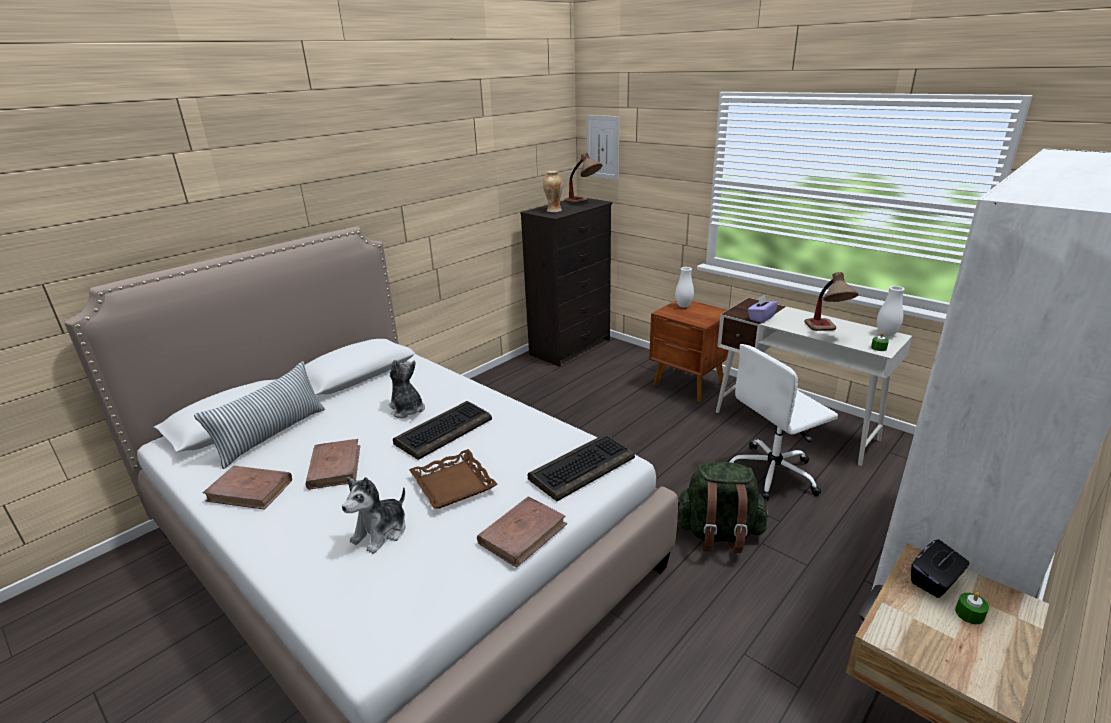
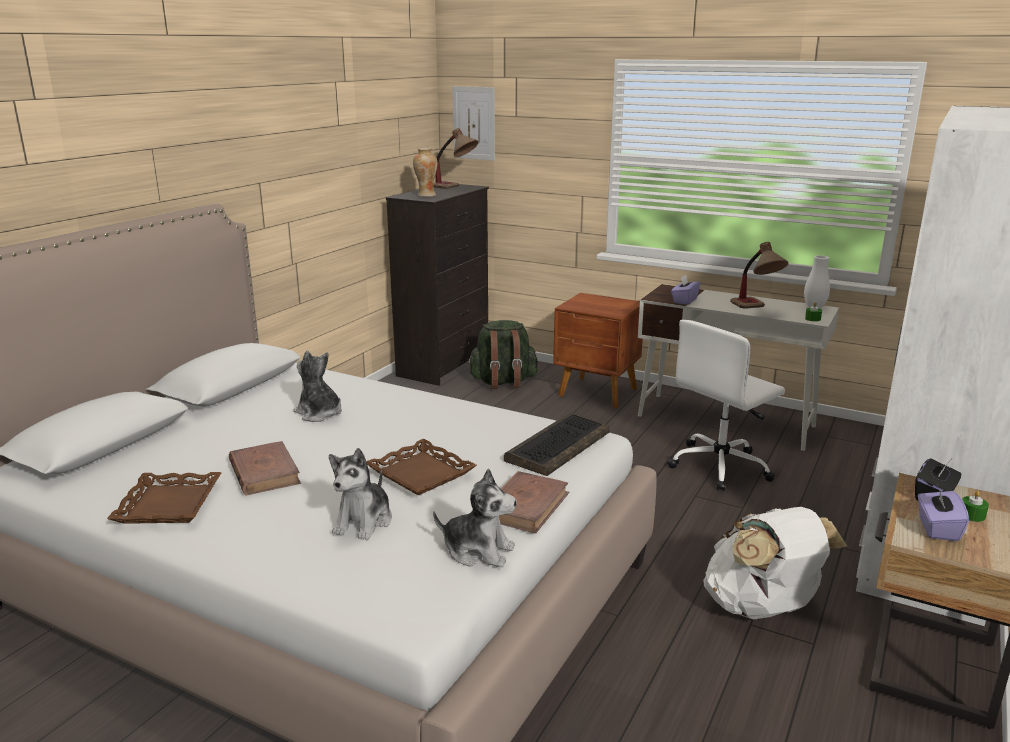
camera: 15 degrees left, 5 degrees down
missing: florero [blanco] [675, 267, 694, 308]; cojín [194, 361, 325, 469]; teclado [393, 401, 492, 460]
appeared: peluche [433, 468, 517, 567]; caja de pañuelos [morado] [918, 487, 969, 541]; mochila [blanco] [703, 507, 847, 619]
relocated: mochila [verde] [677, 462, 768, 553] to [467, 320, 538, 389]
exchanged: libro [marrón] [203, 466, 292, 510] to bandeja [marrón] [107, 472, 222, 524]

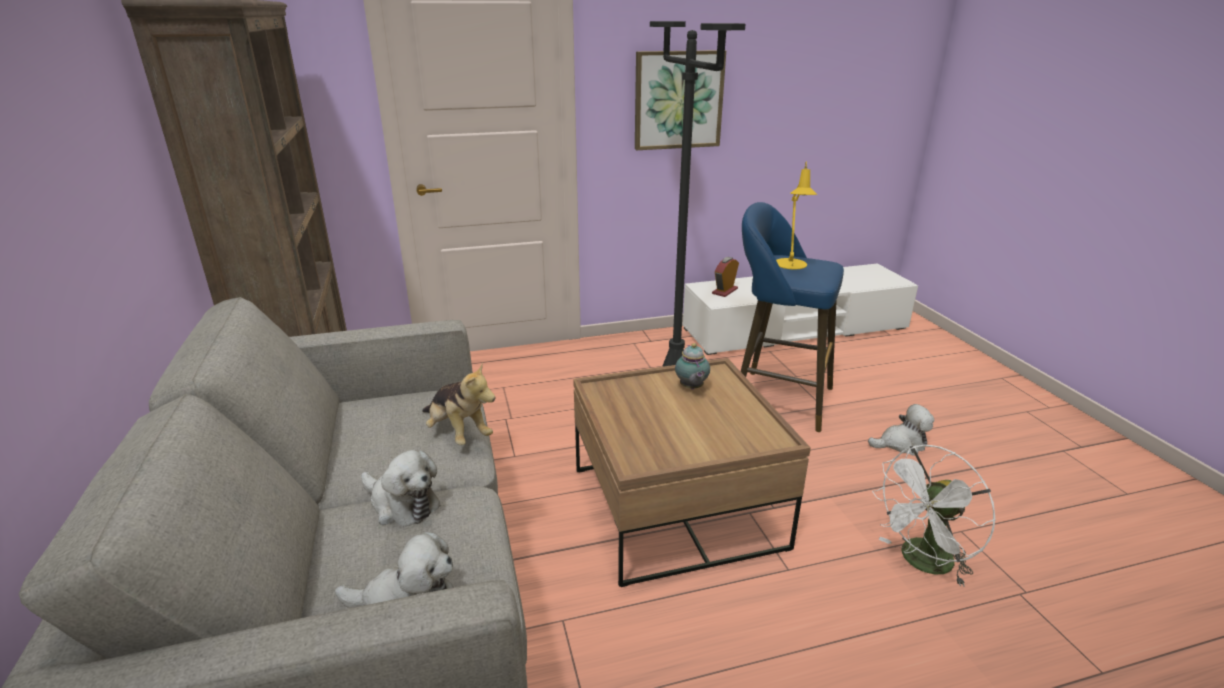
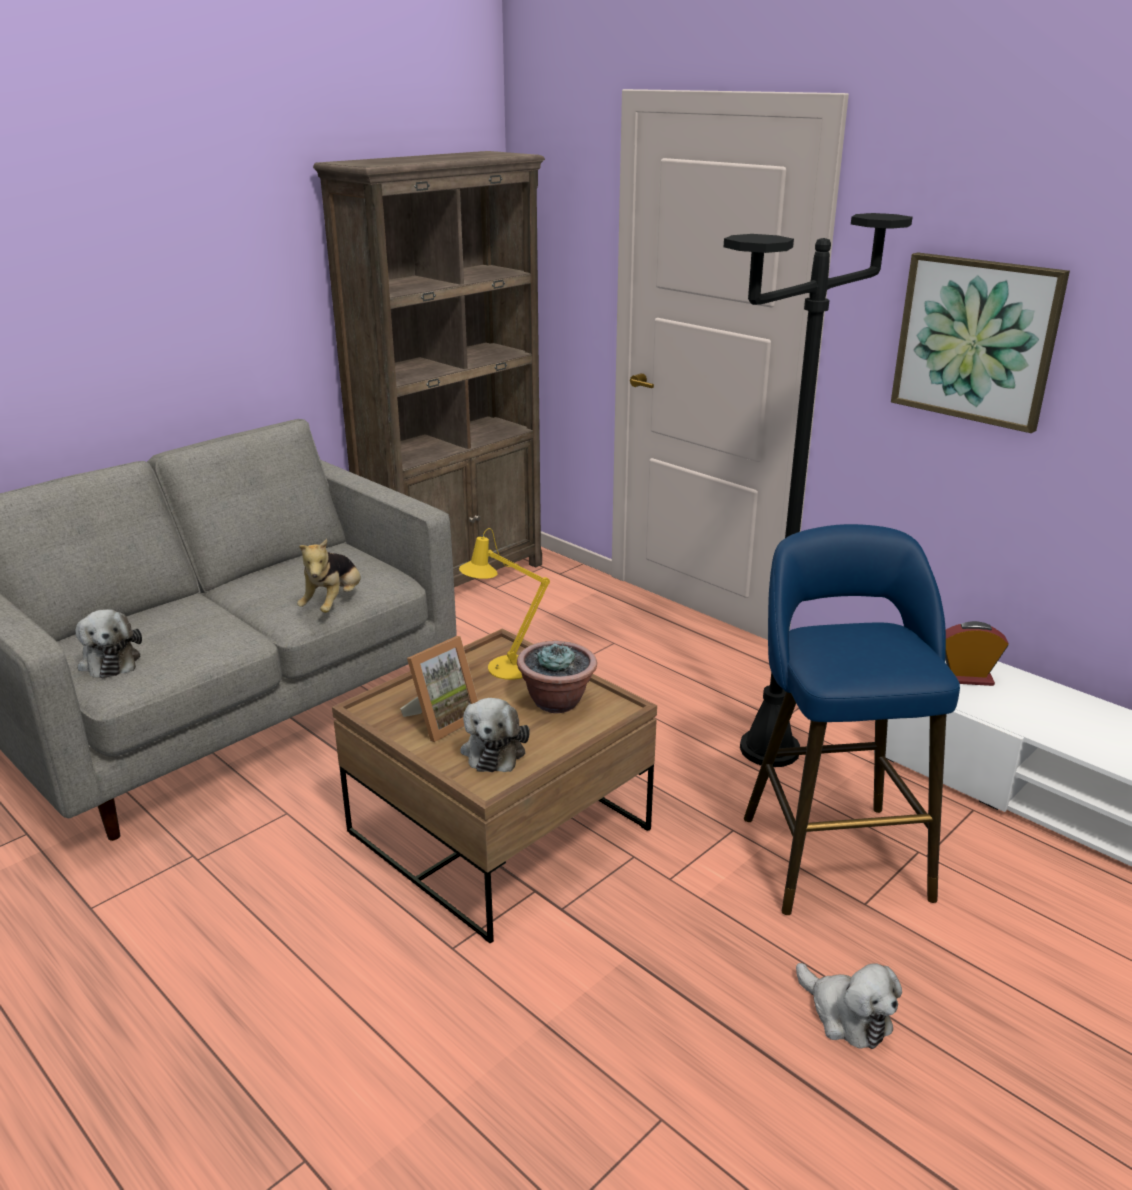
camera: 60 degrees right, 0 degrees up
missing: ventilador [blanco] [872, 444, 996, 587]
appeared: portarretratos [400, 636, 478, 742]
relocated: lámpara de mesa [amarillo] [776, 161, 817, 269] to [459, 528, 550, 680]; peluche [361, 450, 441, 526] to [460, 698, 530, 772]
exchanged: tetera [675, 343, 710, 390] to planta en maceta [517, 641, 597, 713]

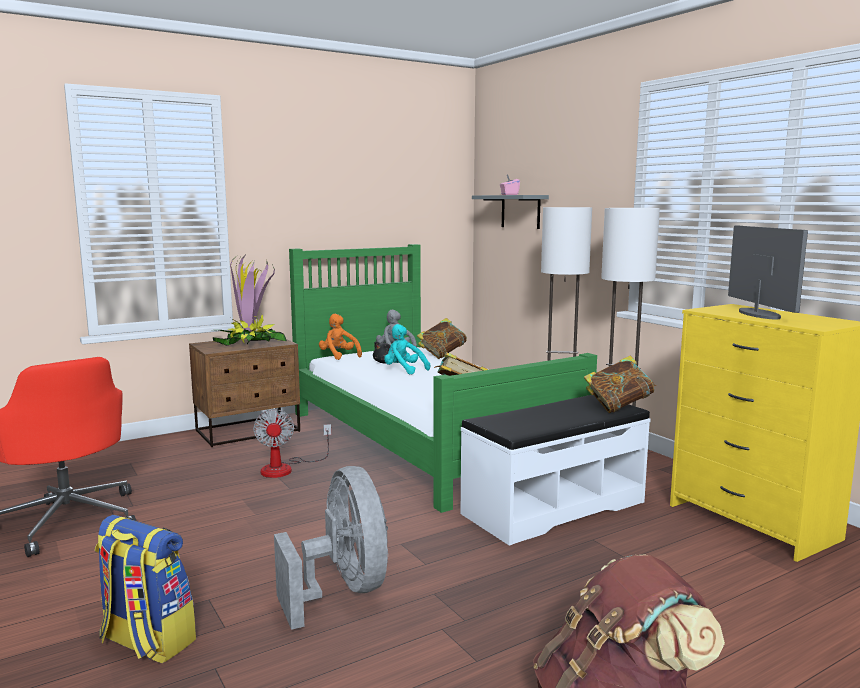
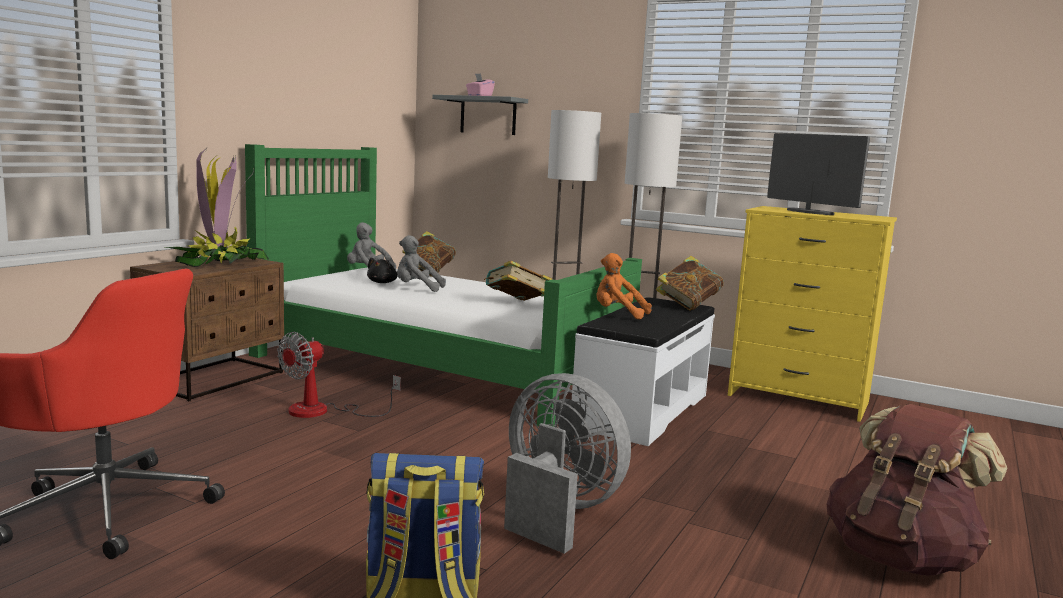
camera: 30 degrees left, 0 degrees up
relocated: peluche [naranja] [319, 314, 362, 360] to [596, 253, 652, 319]
colour: peluche [turquesa] [384, 324, 430, 374] to peluche [gris] [397, 235, 446, 292]
spun: ventilador [253, 409, 331, 478] = [277, 332, 401, 418] 75 degrees clockwise

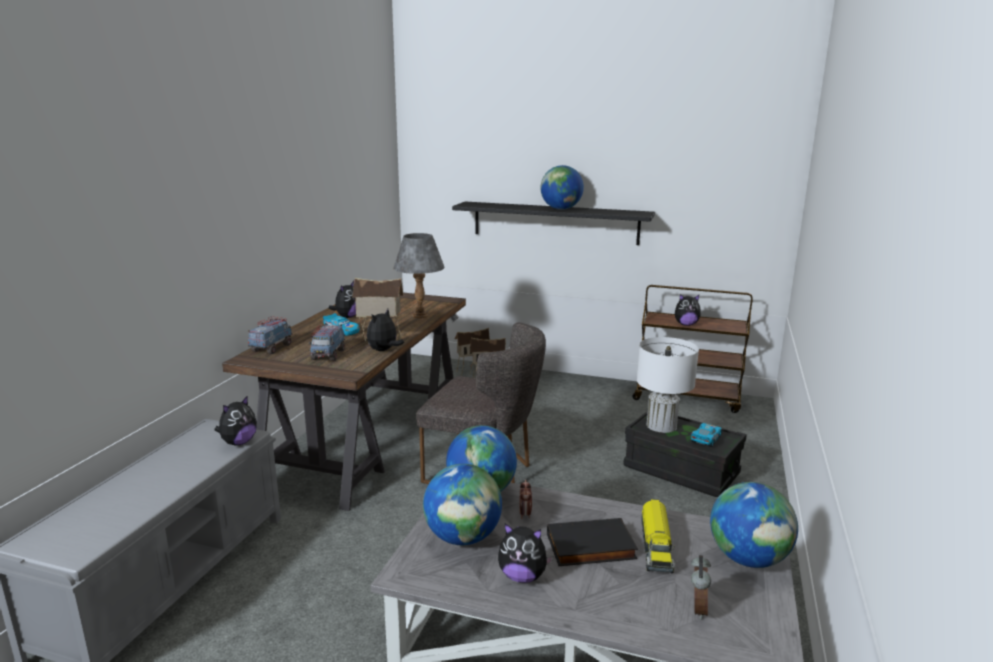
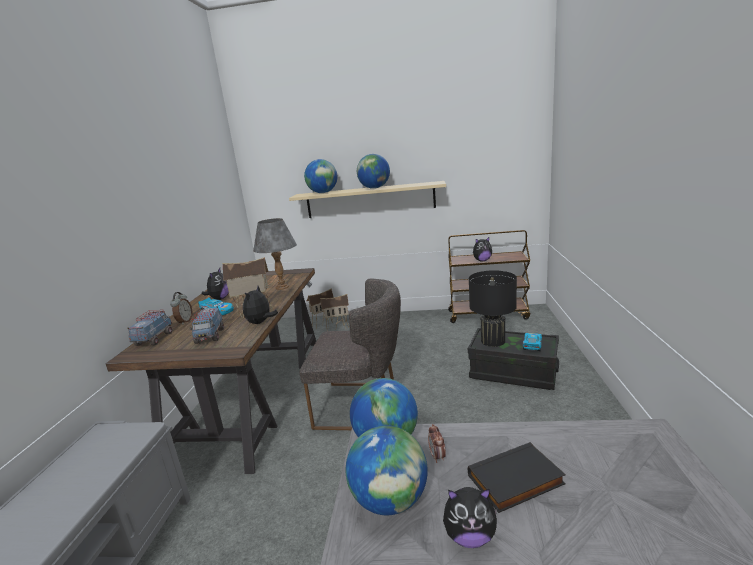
camera: 10 degrees left, 0 degrees up
missing: peluche [215, 395, 257, 446]; camión de juguete [641, 499, 675, 573]
relocated: globo terráqueo [710, 482, 798, 568] to [304, 159, 337, 193]; despertador [691, 555, 711, 620] to [170, 292, 193, 325]
colour: estante [negro] [452, 202, 655, 245] to estante [beis] [289, 181, 446, 218]; lámpara de mesa [blanco] [637, 337, 699, 433] to lámpara de mesa [negro] [469, 270, 517, 347]

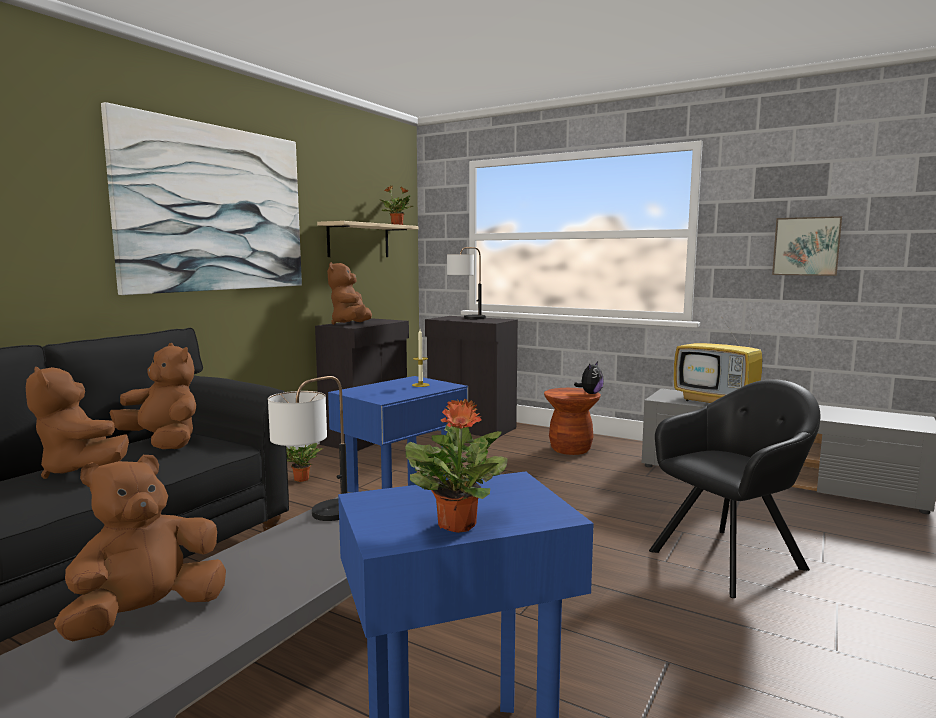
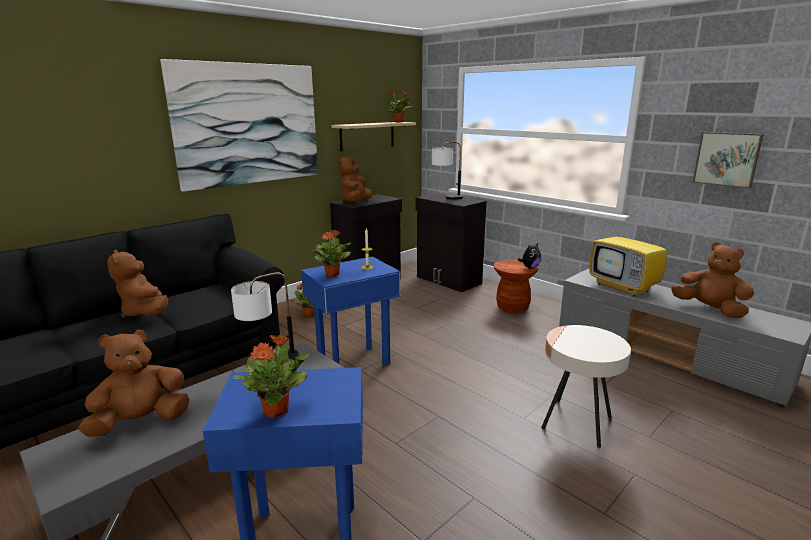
camera: 15 degrees right, 10 degrees up
appeared: planta en maceta [312, 230, 351, 277]
relocated: peluche [marrón] [110, 343, 196, 449] to [671, 242, 754, 318]
exchanged: sillón [negro] [649, 379, 821, 598] to mesa auxiliar [beis] [541, 325, 631, 448]

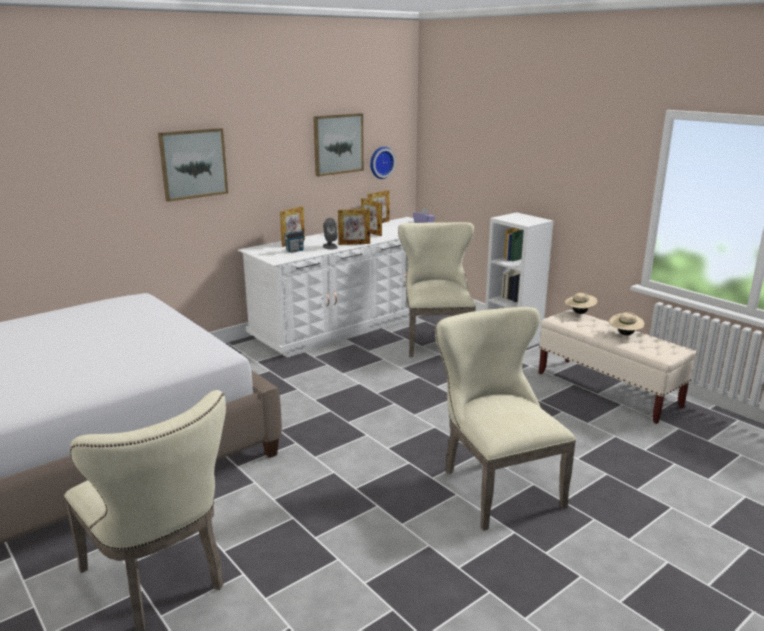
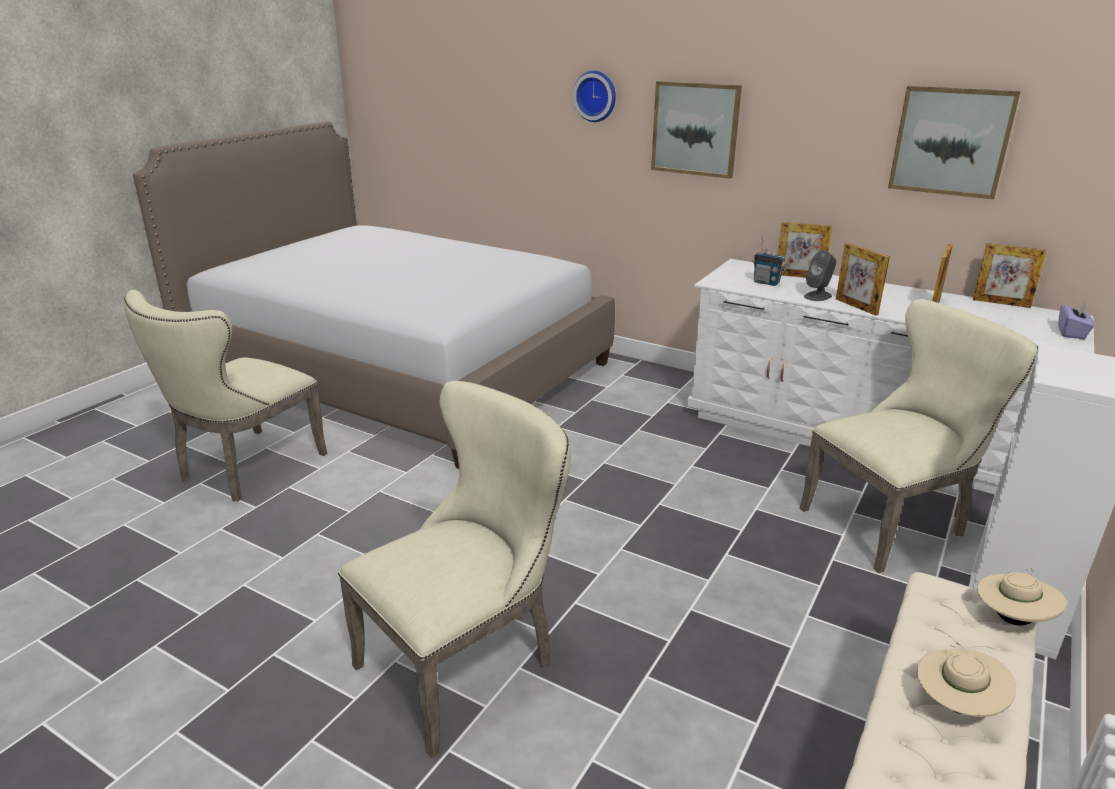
camera: 70 degrees right, 5 degrees up
relocated: reloj de pared [370, 147, 396, 179] to [573, 71, 616, 122]

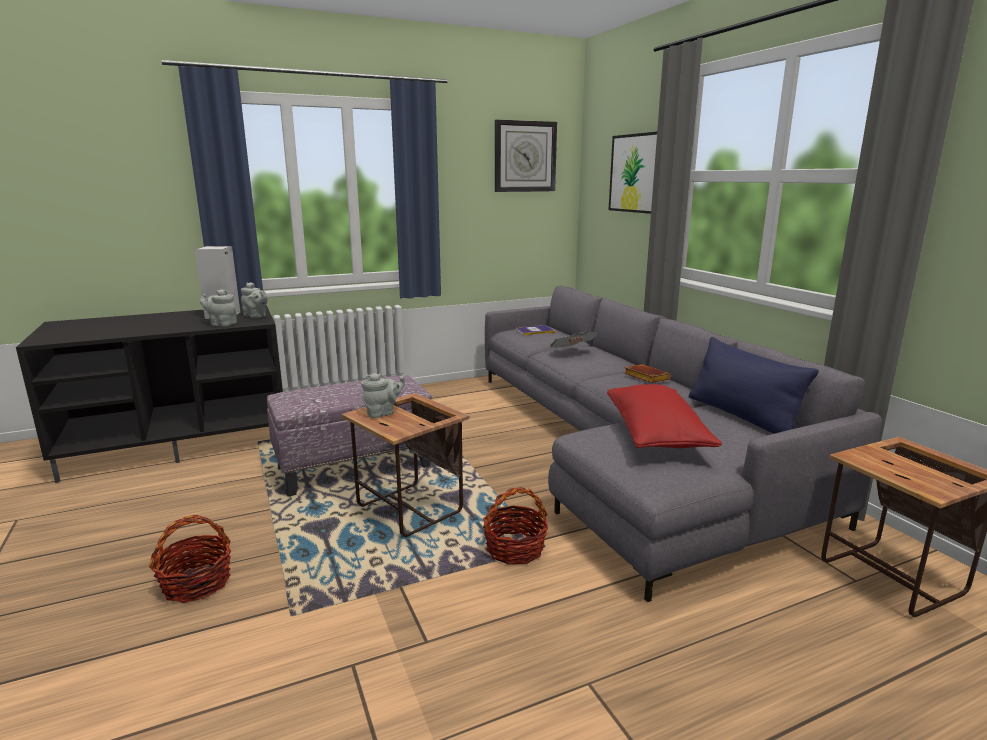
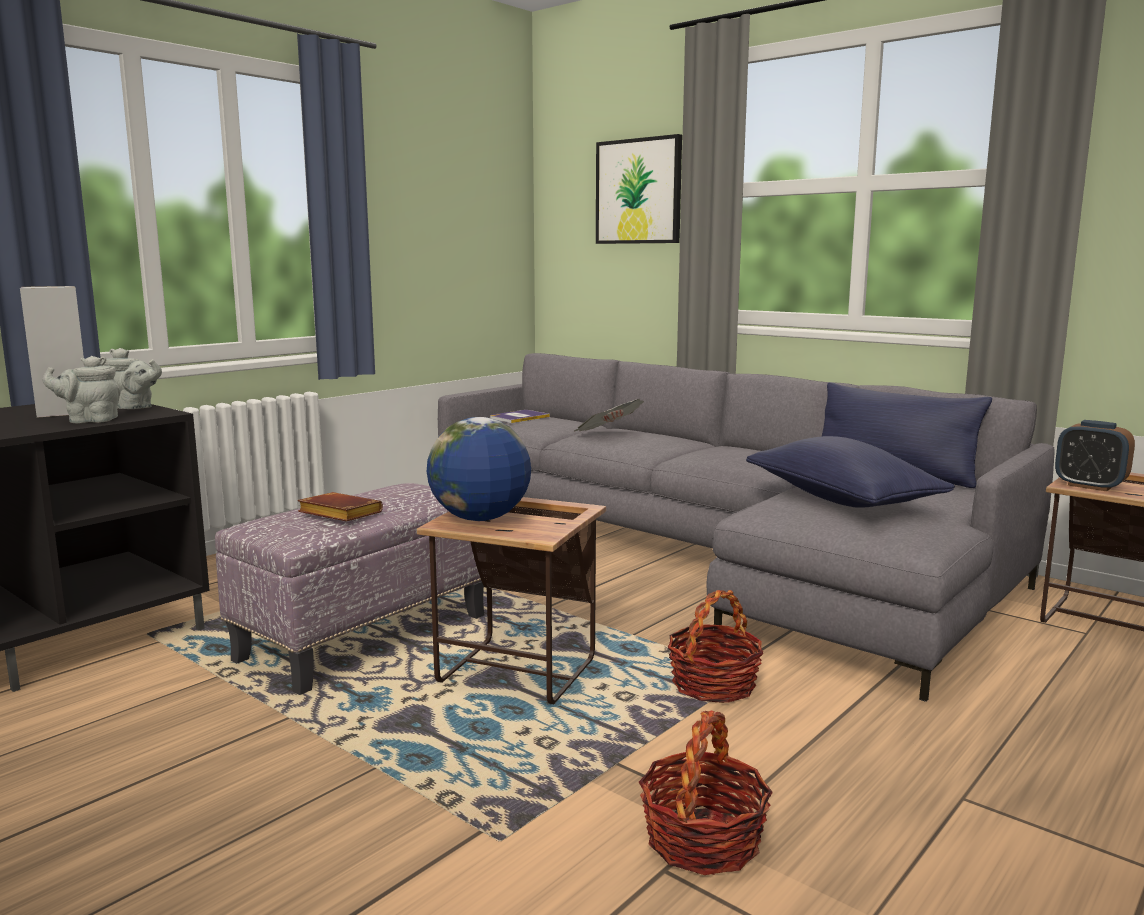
camera: 25 degrees left, 5 degrees down
missing: reloj de pared [495, 119, 557, 192]
appeared: despertador [1055, 420, 1135, 491]
relocated: libro [marrón] [624, 364, 671, 383] to [298, 492, 383, 522]; cesta [149, 515, 231, 603] to [639, 711, 773, 875]
exchanged: tetera [gris] [361, 373, 405, 418] to globo terráqueo [427, 417, 531, 521]
colour: cojín [rojo] [607, 384, 722, 448] to cojín [azul] [746, 436, 955, 508]

